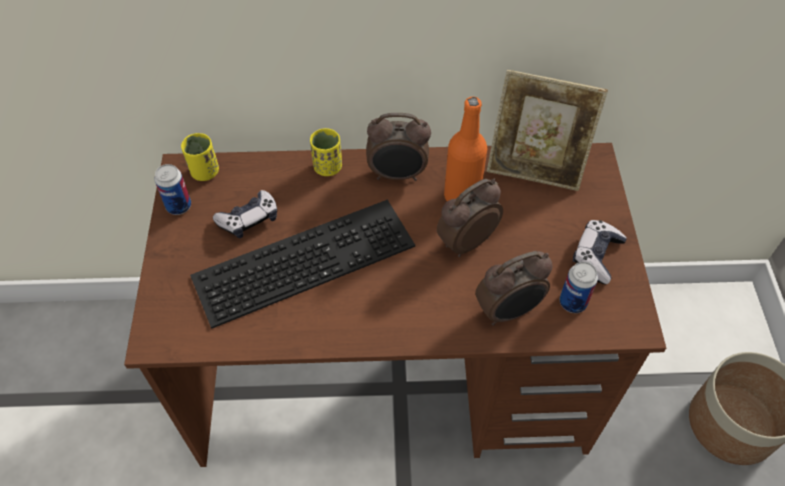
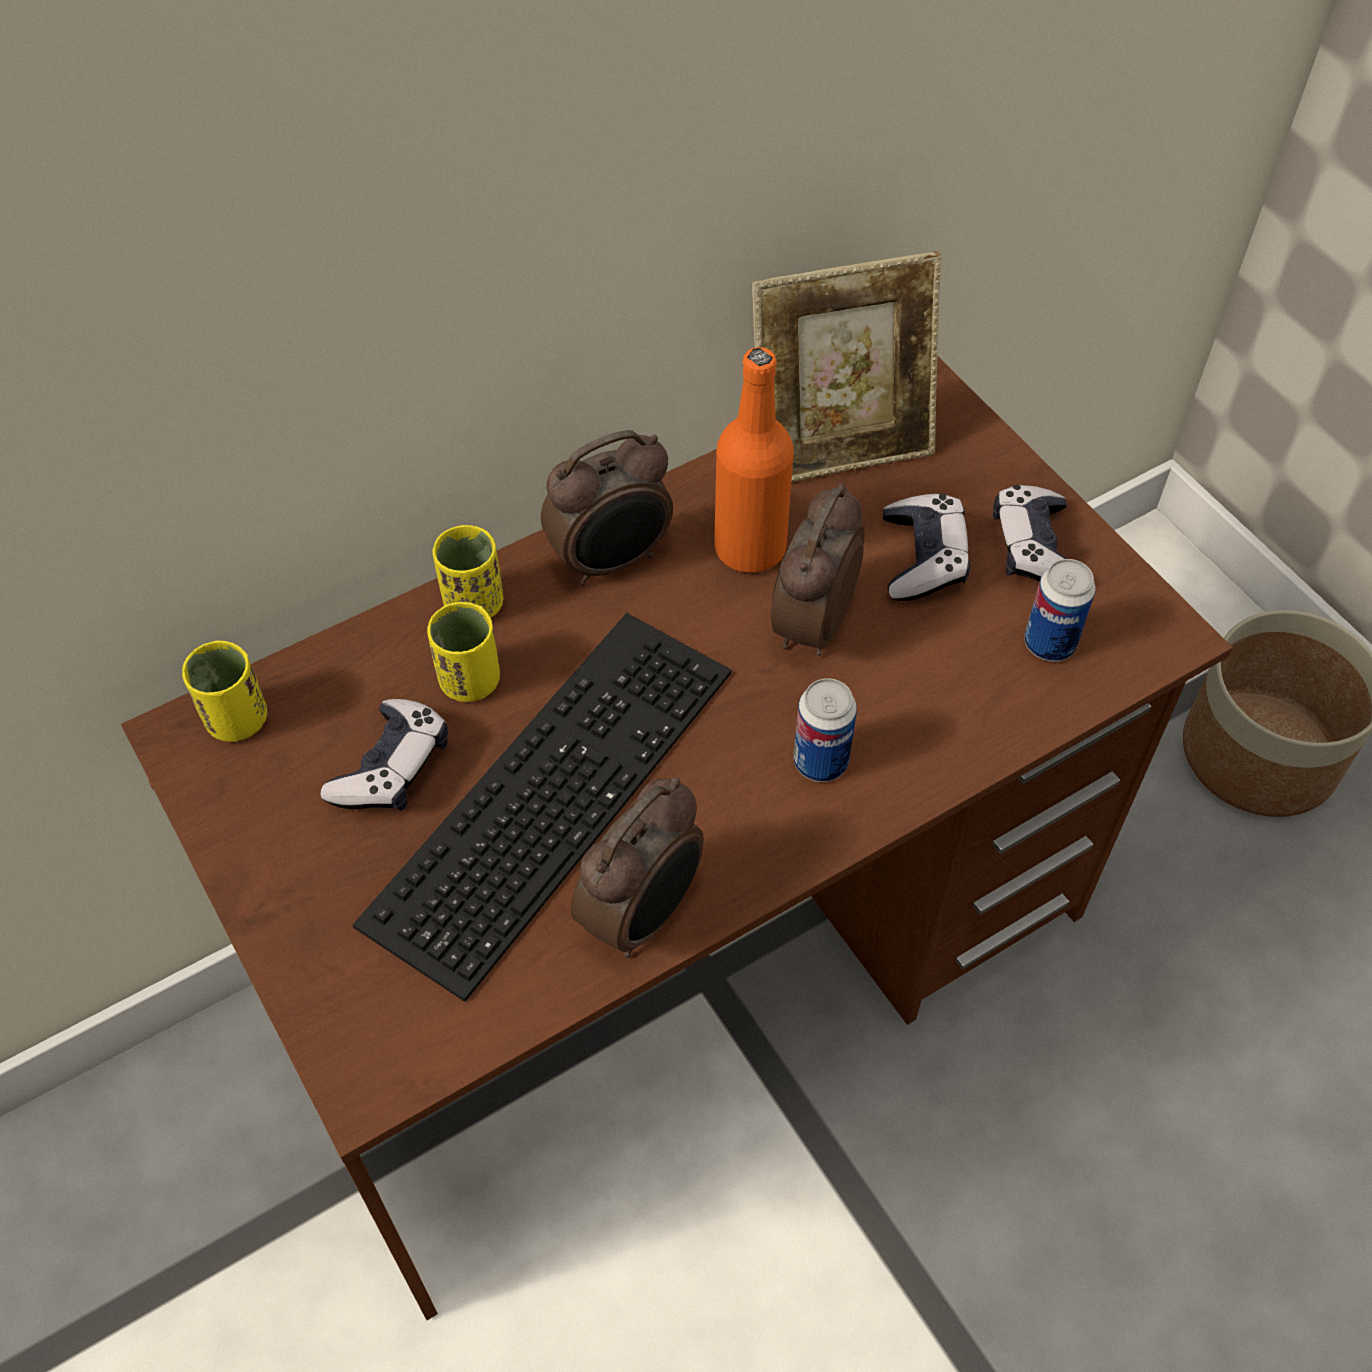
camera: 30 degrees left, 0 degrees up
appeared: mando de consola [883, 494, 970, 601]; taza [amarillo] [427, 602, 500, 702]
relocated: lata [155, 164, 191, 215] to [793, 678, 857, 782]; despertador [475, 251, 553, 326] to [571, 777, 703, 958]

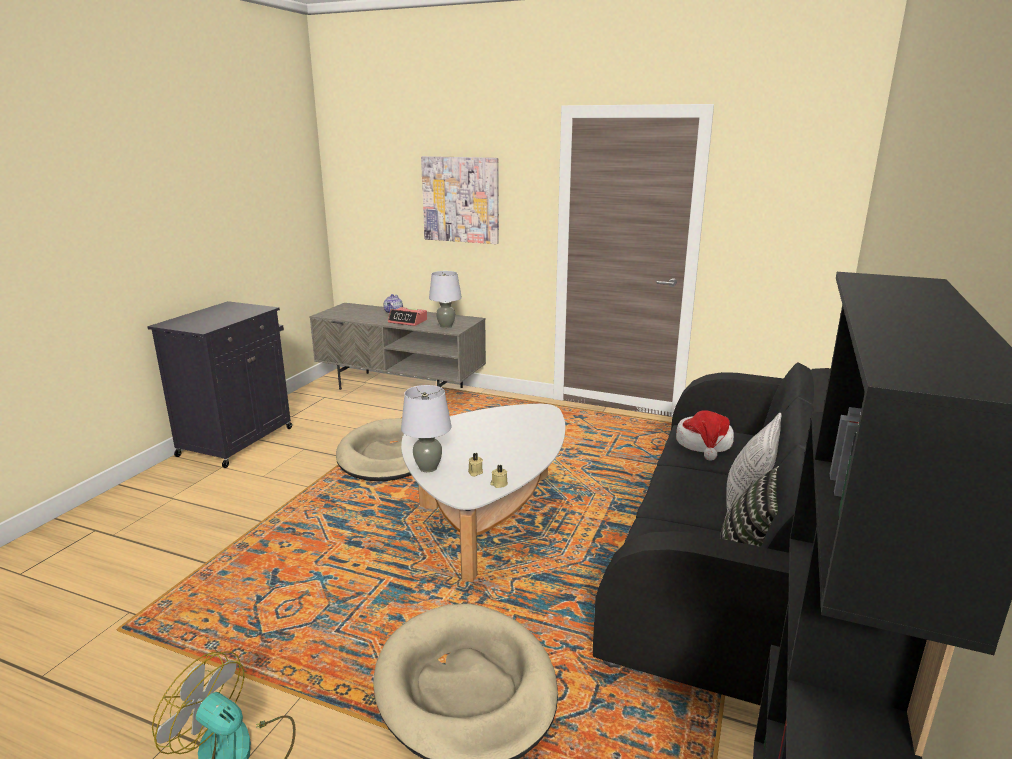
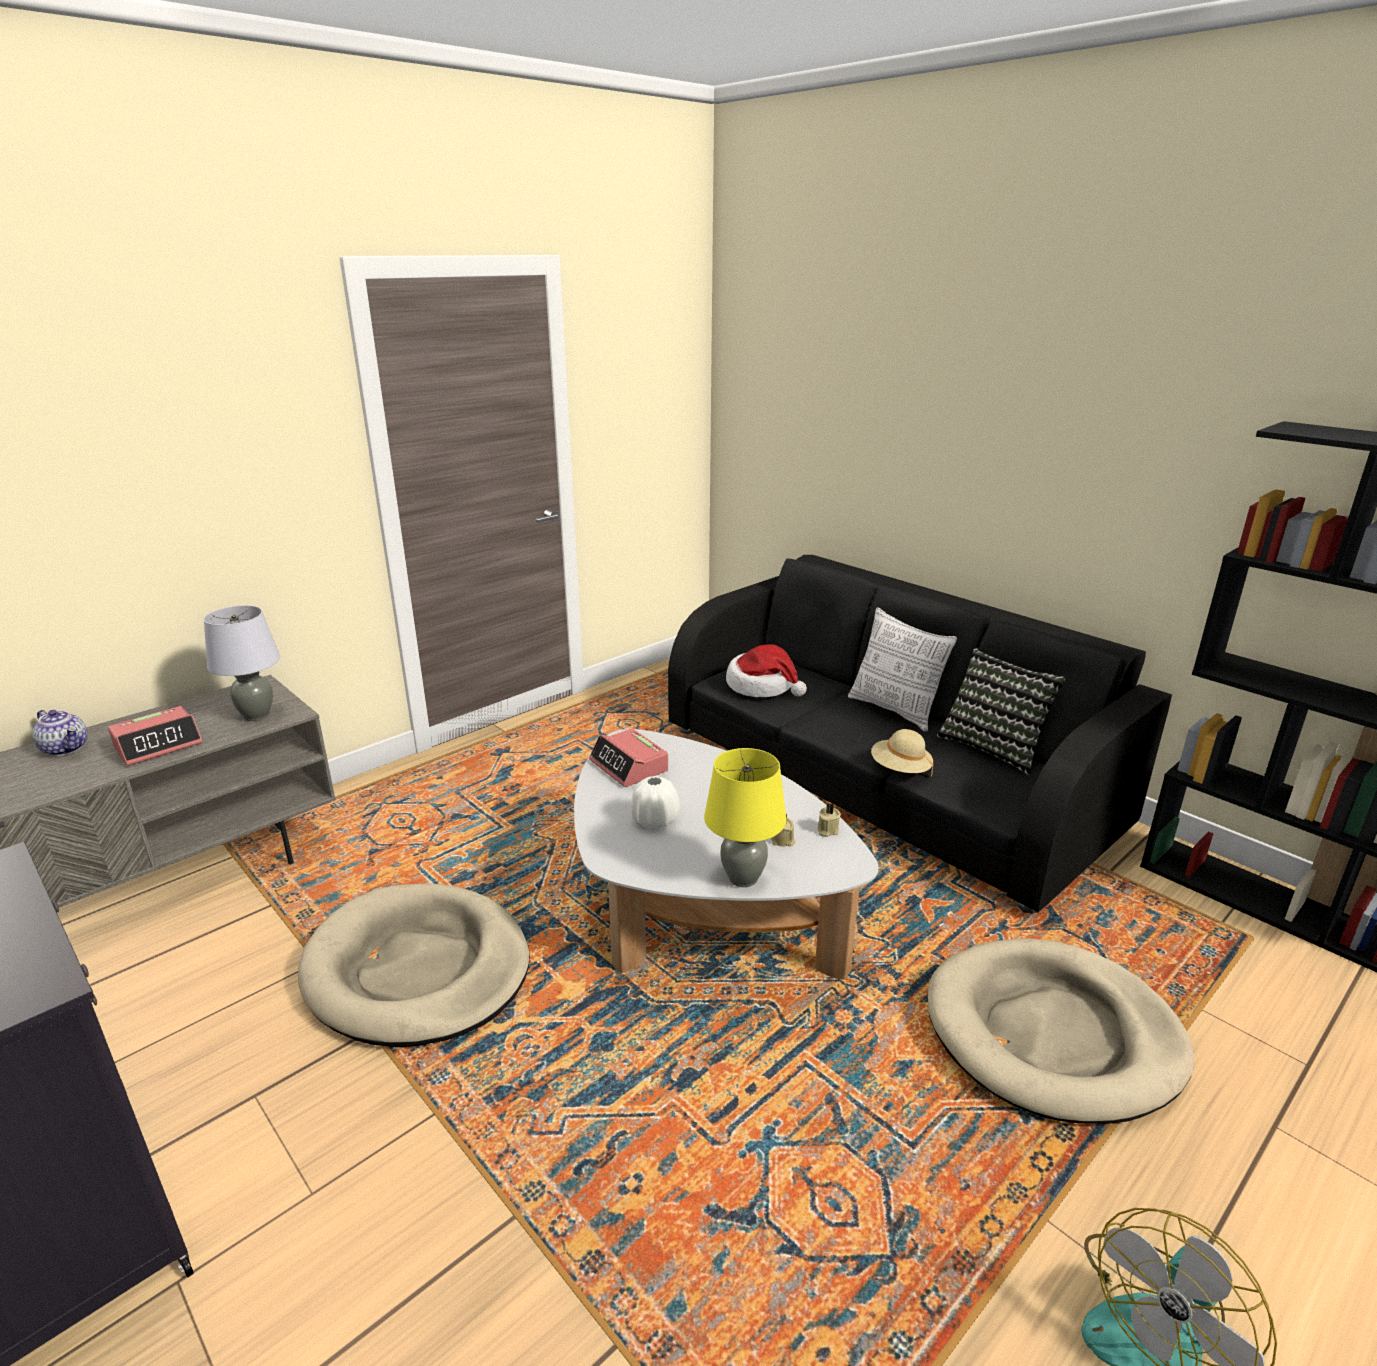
camera: 65 degrees left, 5 degrees up
missing: cuadro [421, 156, 499, 244]
appeared: despertador [589, 728, 668, 787]; sombrero [beis] [871, 729, 933, 777]; florero [blanco] [631, 776, 680, 829]
colour: lámpara de mesa [gris] [401, 385, 452, 472] to lámpara de mesa [amarillo] [704, 748, 787, 887]

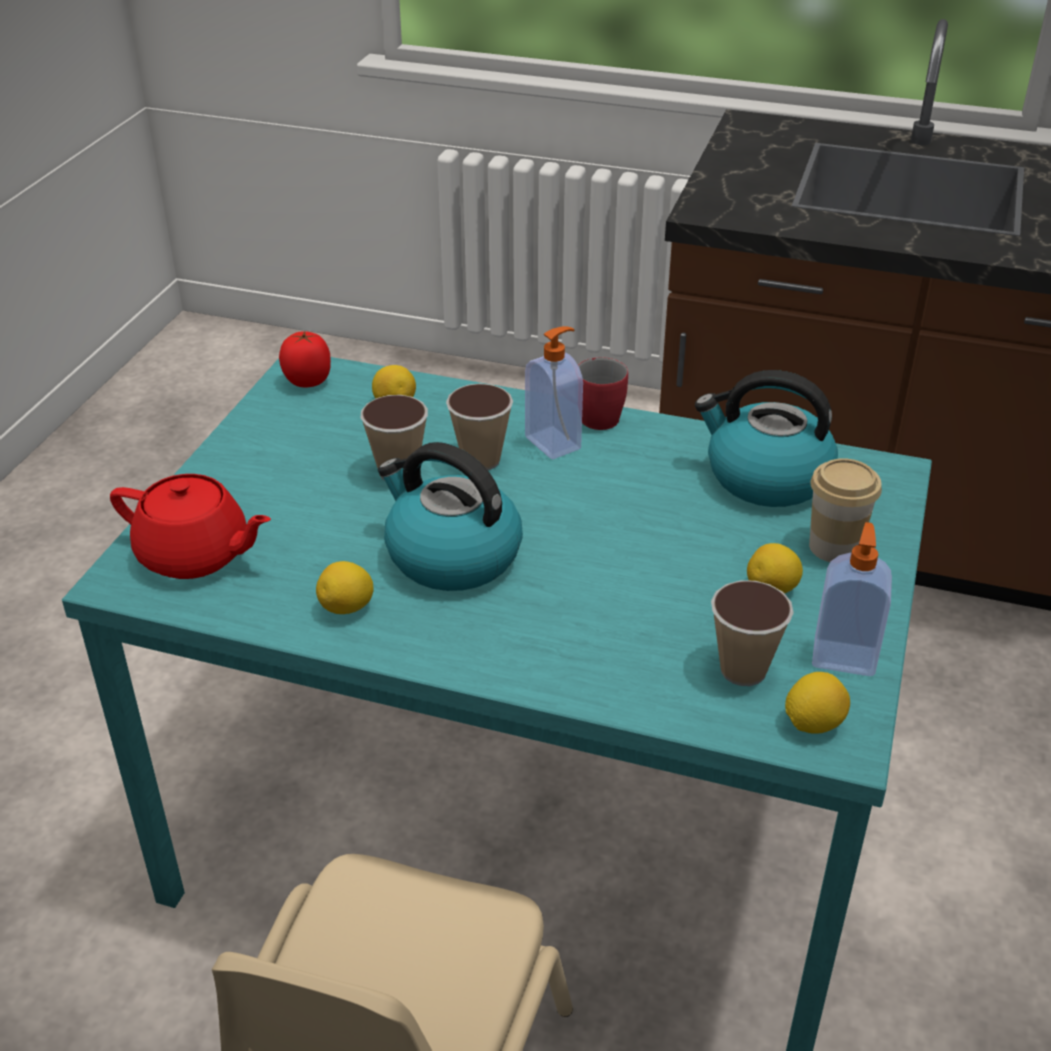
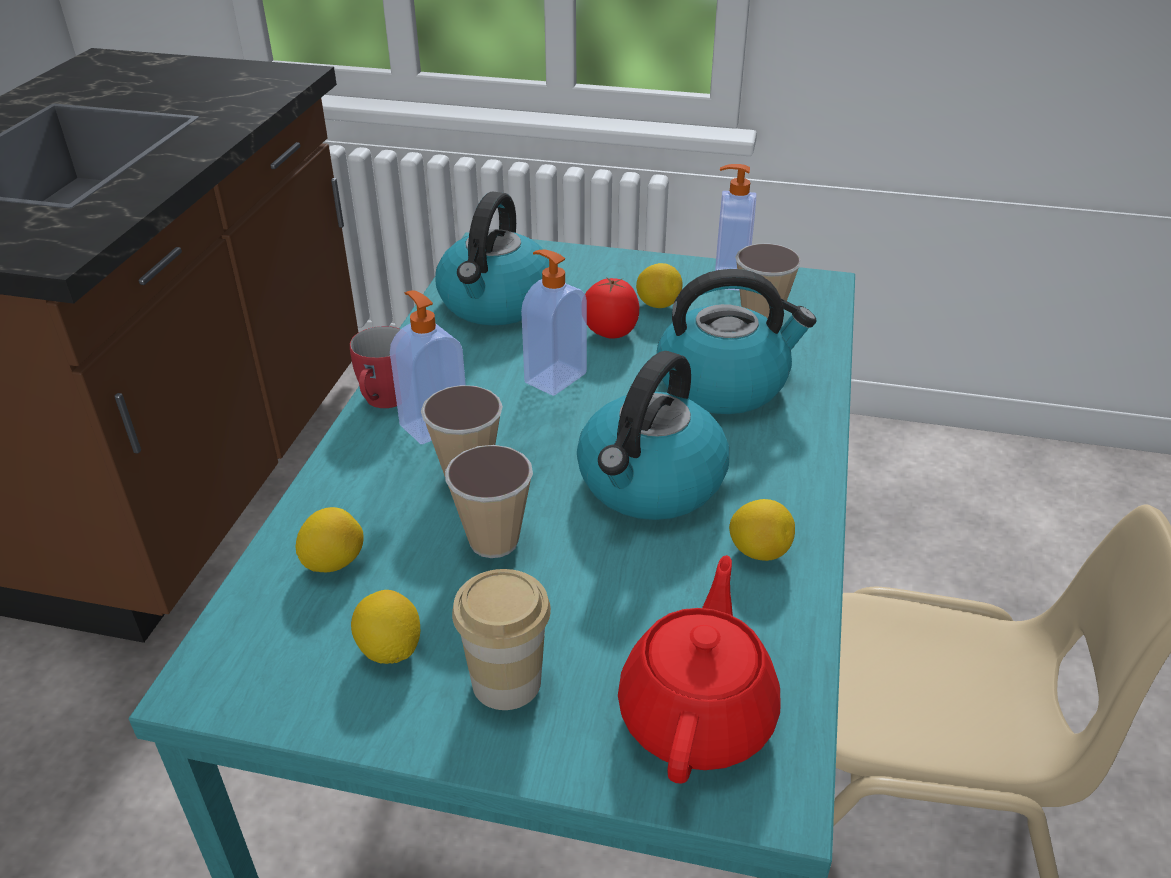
camera: 95 degrees left, 0 degrees up
appeared: dispensador de jabón [521, 249, 587, 396]; hervidor [657, 269, 816, 414]
relocated: tomate [279, 331, 331, 387] to [585, 277, 639, 339]; taza [809, 458, 882, 562] to [452, 569, 551, 710]; limón [785, 672, 850, 734] to [351, 590, 420, 664]

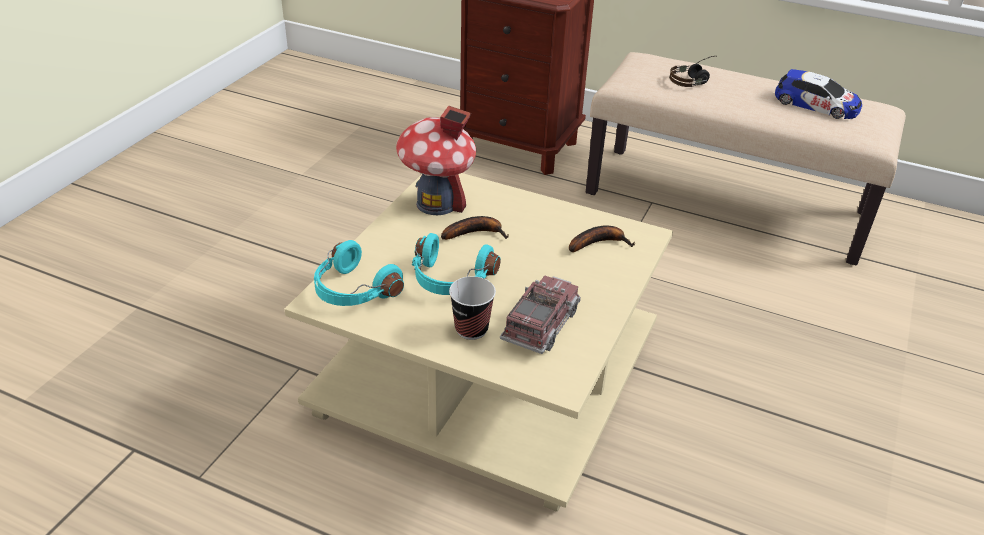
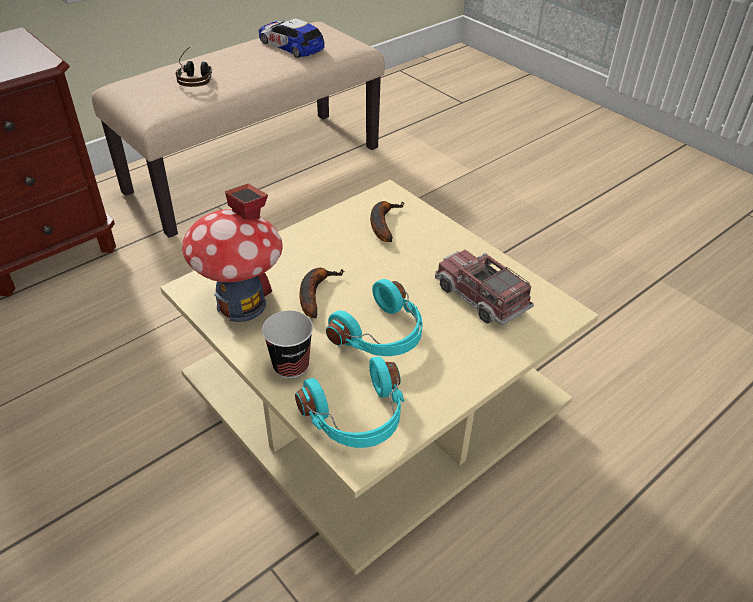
camera: 65 degrees left, 5 degrees up
relocated: taza [449, 276, 496, 340] to [262, 311, 313, 379]
spun: coche de juguete [775, 69, 862, 119] = [259, 18, 325, 58] 105 degrees counterclockwise

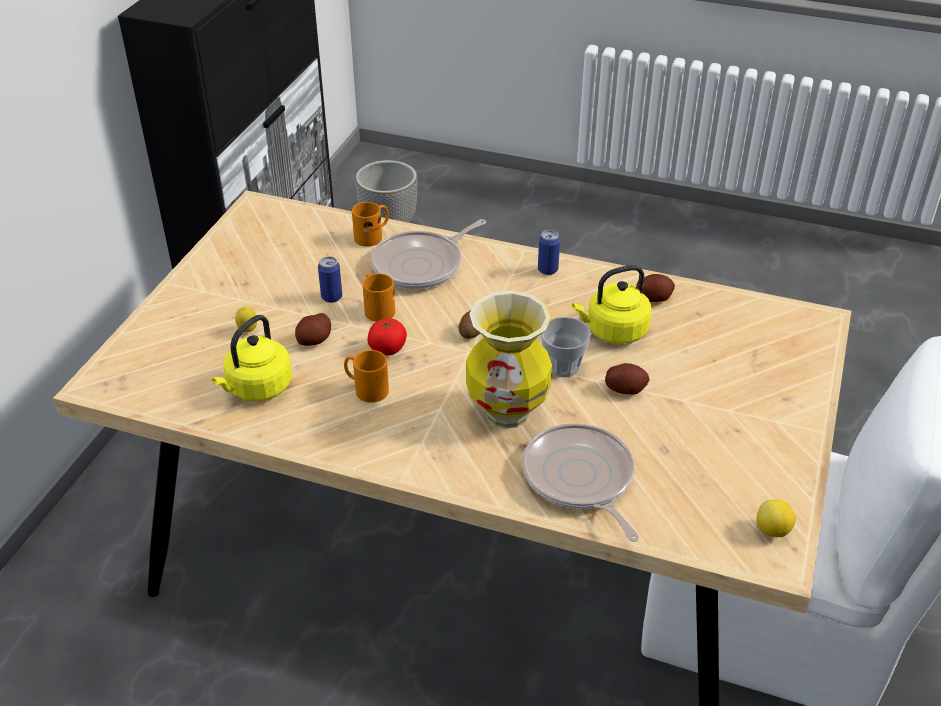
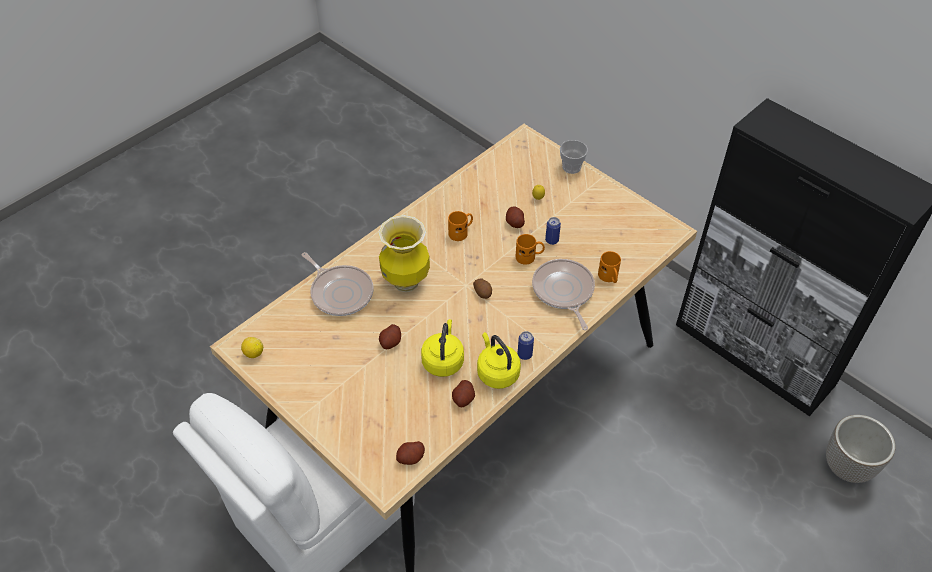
camera: 115 degrees right, 10 degrees up
missing: tomate [368, 318, 407, 356]
appeared: patata [396, 441, 425, 465]
relocated: hervidor [amarillo] [212, 315, 292, 401] to [477, 332, 521, 389]; taza [541, 317, 591, 377] to [560, 140, 588, 174]
spun: sartén [522, 423, 639, 542] = [301, 252, 374, 316] 45 degrees clockwise

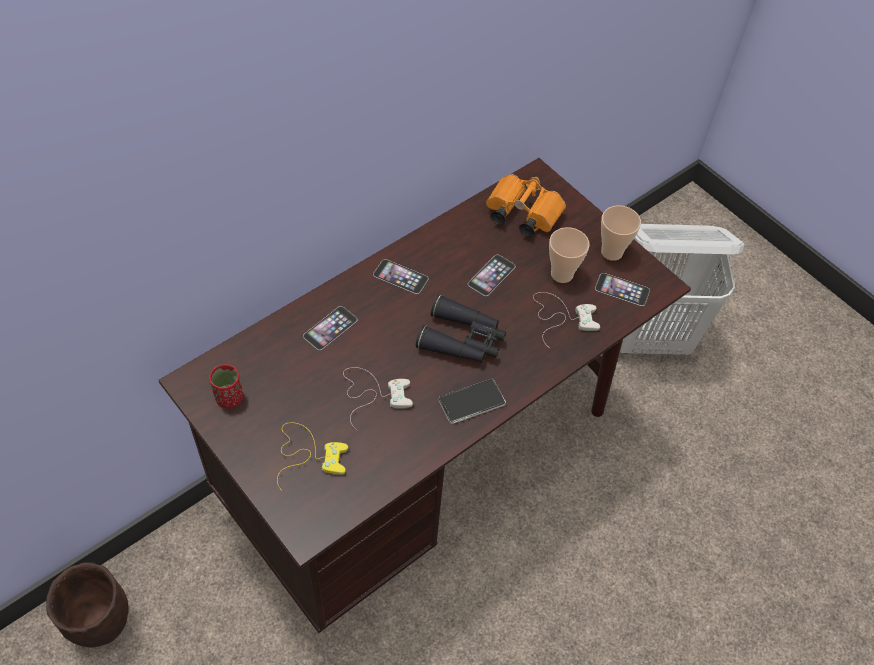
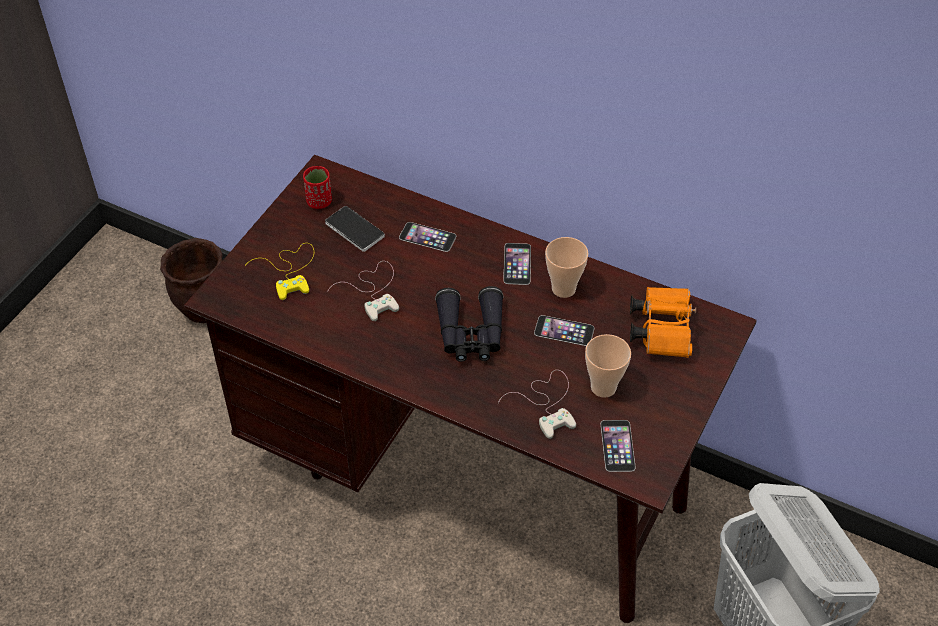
camera: 70 degrees right, 5 degrees down
relocated: taza [601, 205, 641, 261] to [545, 237, 588, 298]; móvil [438, 379, 506, 424] to [325, 206, 385, 252]

